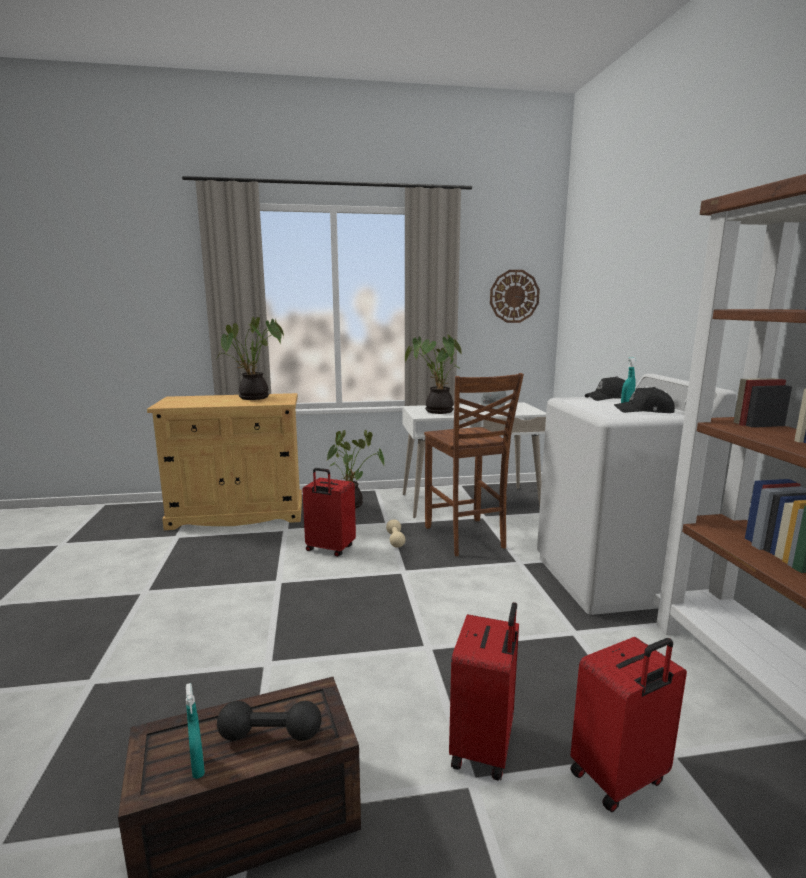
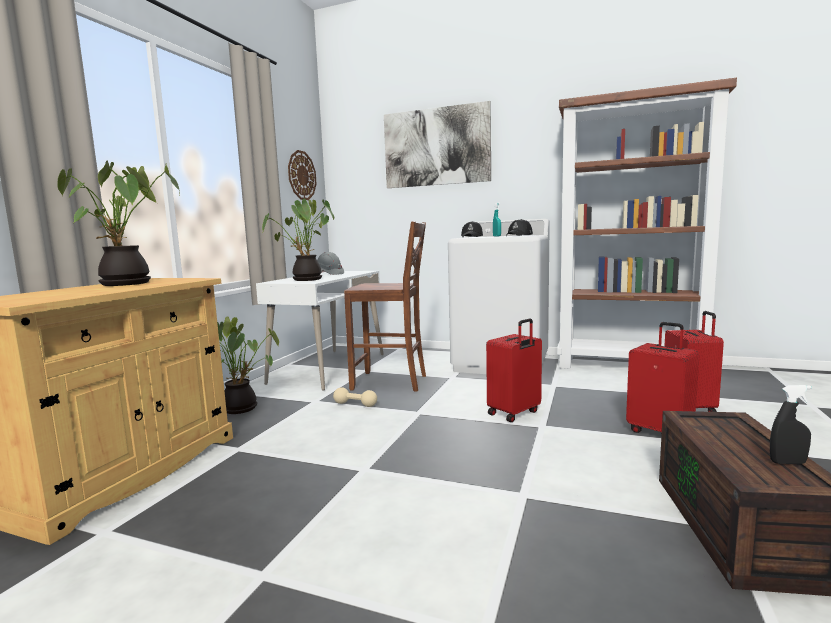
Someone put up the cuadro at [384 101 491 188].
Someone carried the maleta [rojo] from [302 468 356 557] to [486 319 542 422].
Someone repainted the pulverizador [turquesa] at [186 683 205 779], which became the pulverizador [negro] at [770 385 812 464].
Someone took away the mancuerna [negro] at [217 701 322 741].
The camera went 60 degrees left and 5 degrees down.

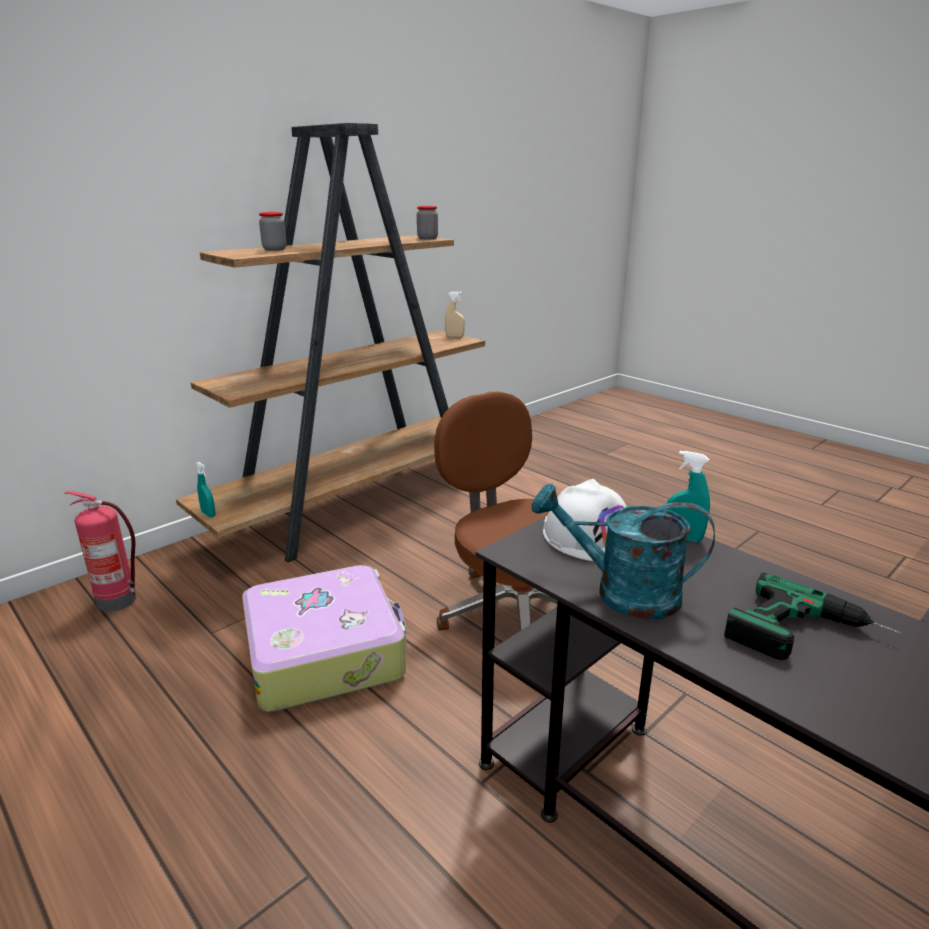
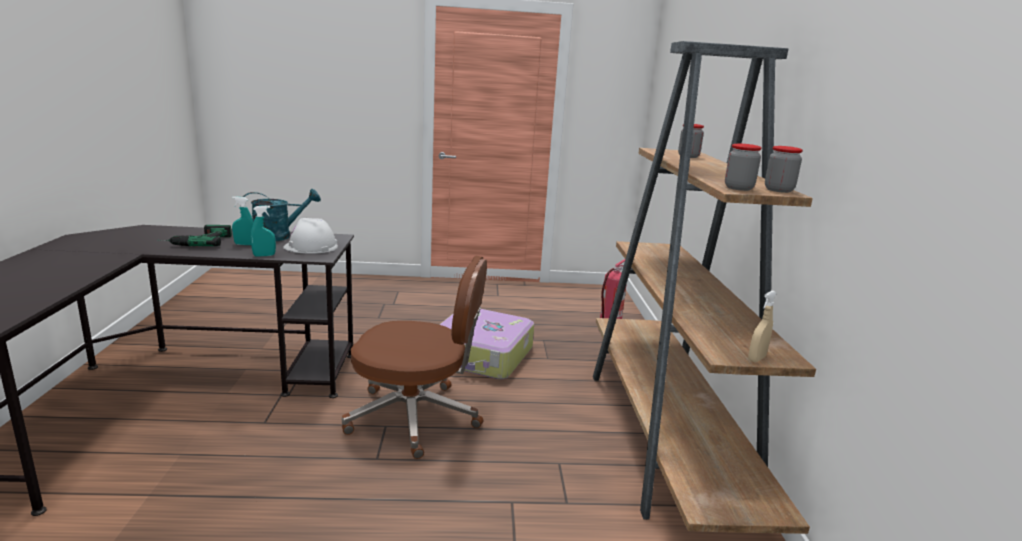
Someone carried the pulverizador [turquesa] from [196 462 215 517] to [232 196 253 245].
Someone put down the tarro at [765 146 803 193].
The camera went 130 degrees right and 5 degrees down.

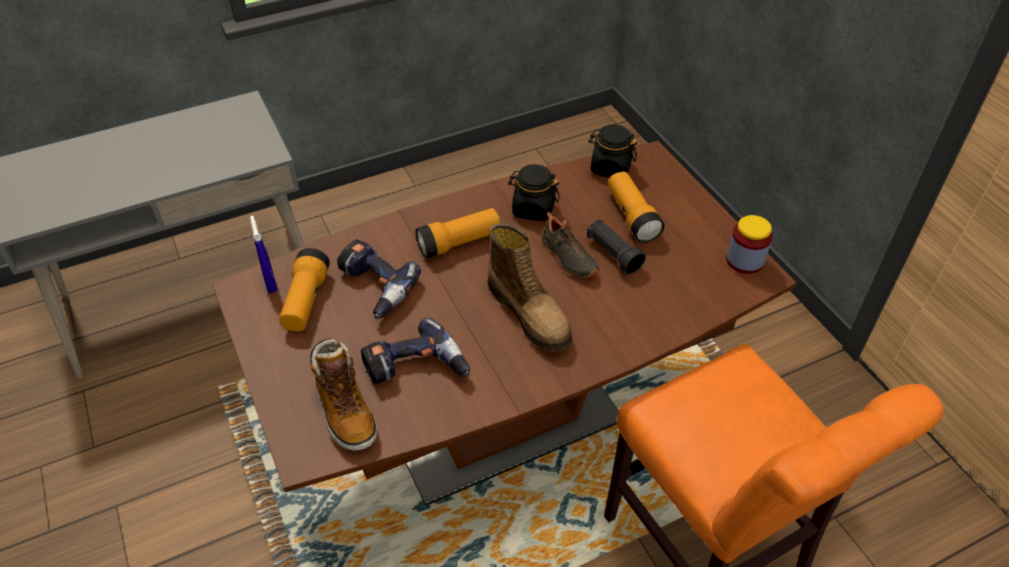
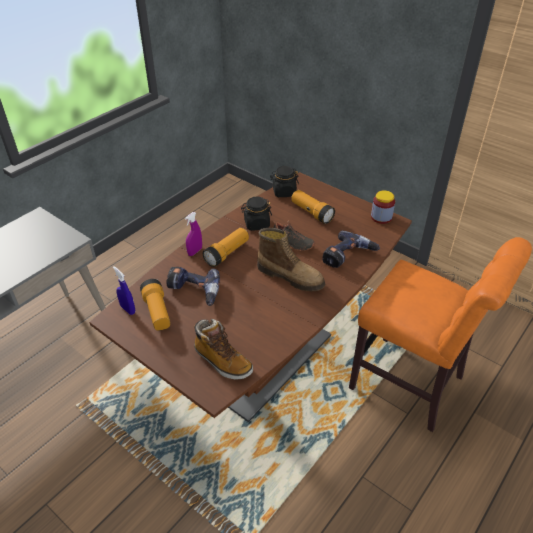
Someone put down the pulverizador [morado] at [185 212 202 256].
Someone carried the taladro from [361 317 470 384] to [322 231 380 268].
Someone took away the linterna [negro] at [587 220 646 275].
The camera went 25 degrees left and 5 degrees down.

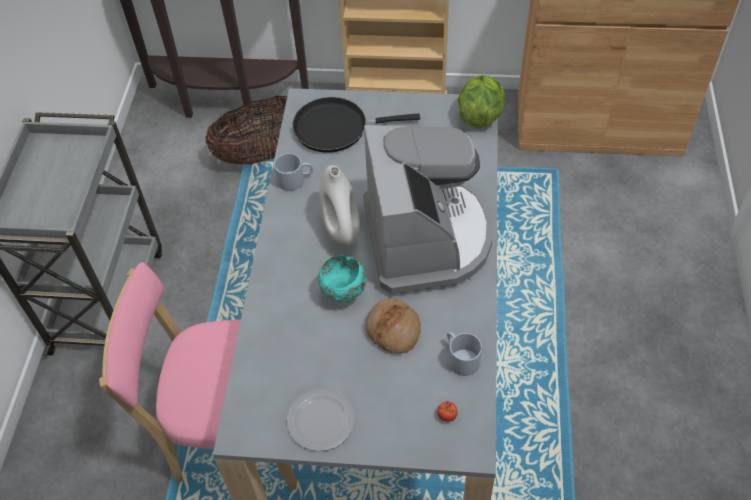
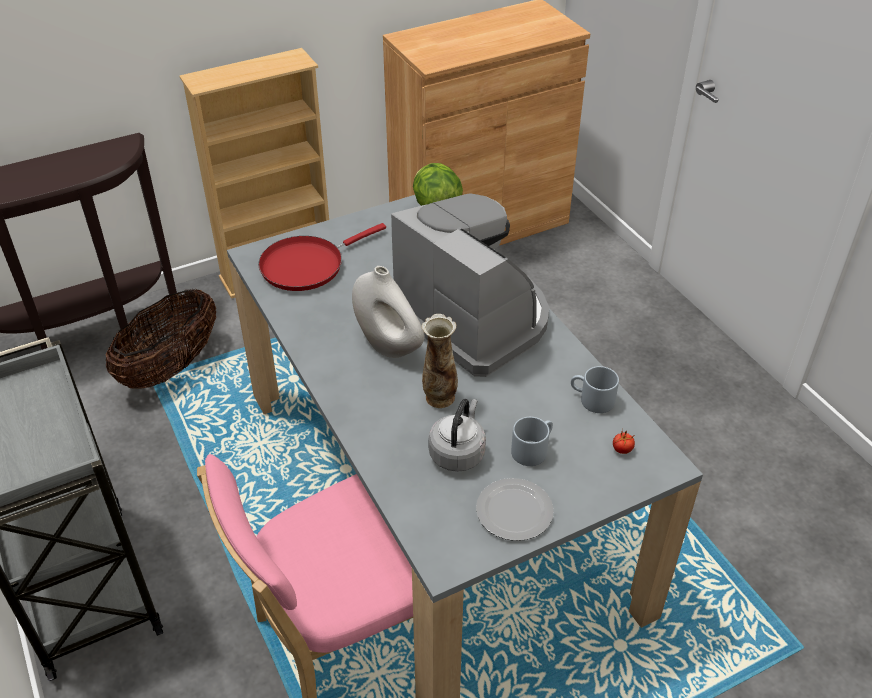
Someone repainted the sartén [negro] at [292 97 420 153], which became the sartén [rojo] at [258 223 386 291].
Someone swapped the cuenco [turquesa] at [318 256 367 302] for the florero at [422 314 458 408].
Someone put down the hervidor [gris] at [428 399 486 472].
Someone carried the taza grande [gris] from [274 153 313 191] to [511 417 553 466].
Someone took away the pan at [366 298 421 354].
The camera went 35 degrees left and 10 degrees down.

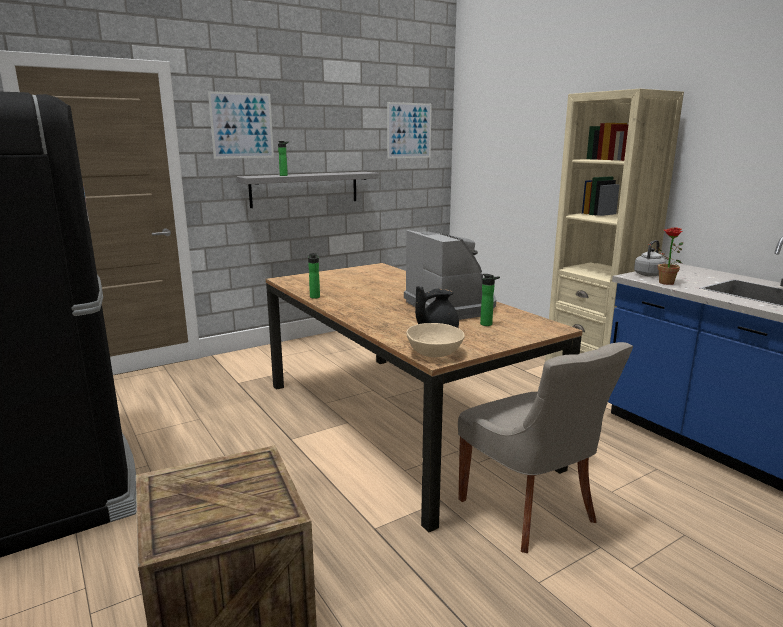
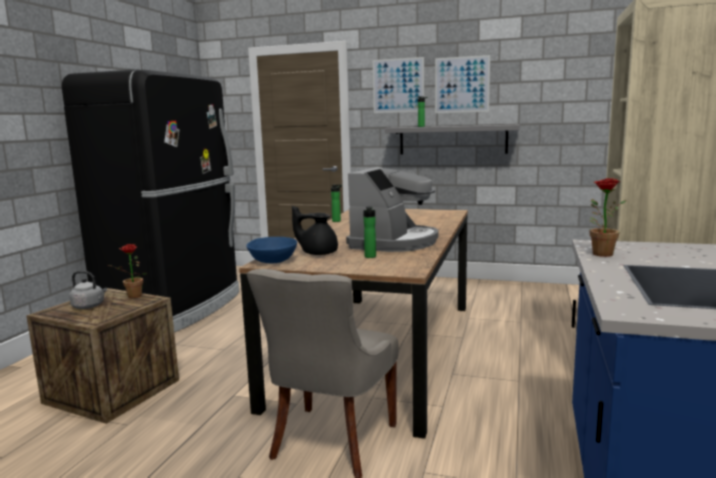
Someone carried the hervidor [gris] from [634 240 666 277] to [69 271 107 309].
Someone put down the planta en maceta at [108 244 147 298].
Someone repainted the cuenco [beis] at [406 323 465 358], which became the cuenco [azul] at [246 237 297 263].
Someone carried the cuadro from [387 102 432 159] to [435 55 490 113].
The camera went 50 degrees right and 5 degrees down.

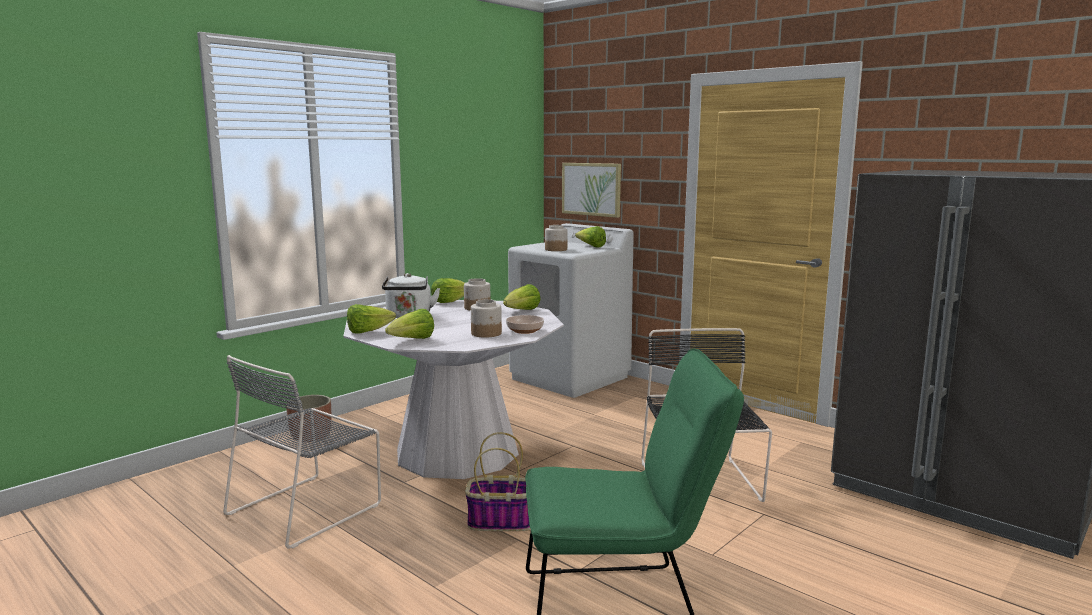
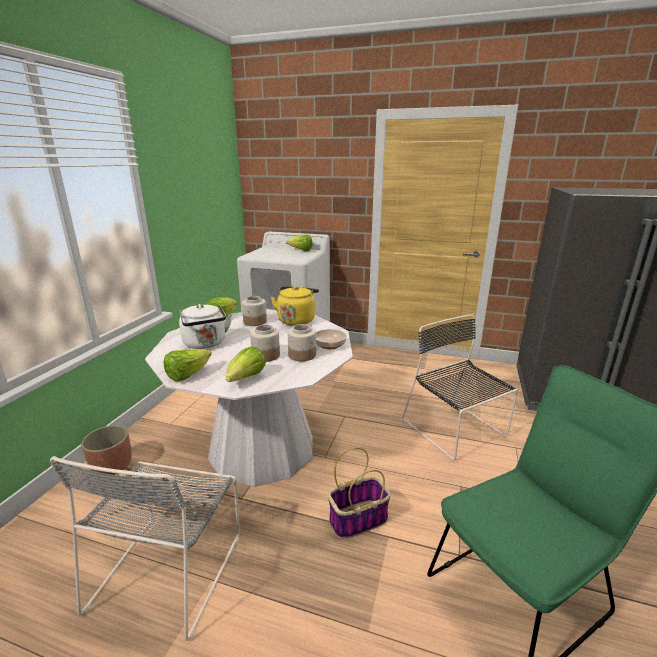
Someone carried the tarro from [545 225 567 251] to [250 324 280 362].
Someone swapped the lechuga at [503 284 541 310] for the hervidor [amarillo] at [271 286 319 326].
Someone took away the cuadro at [562 163 621 218].
The camera went 25 degrees left and 10 degrees up.

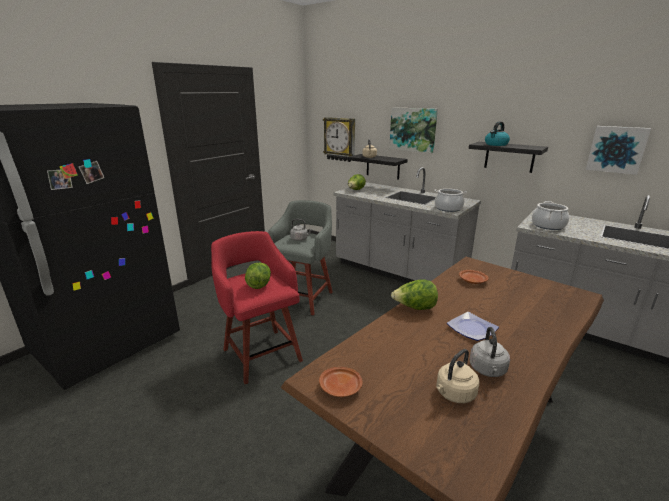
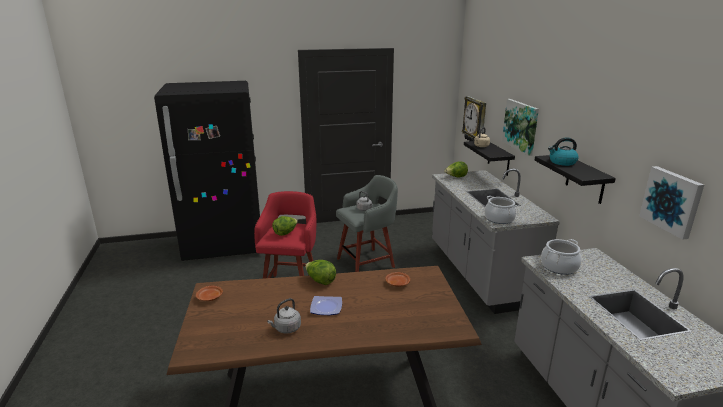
Someone took away the hervidor [beis] at [436 349 479 403].
The camera went 40 degrees right and 0 degrees up.

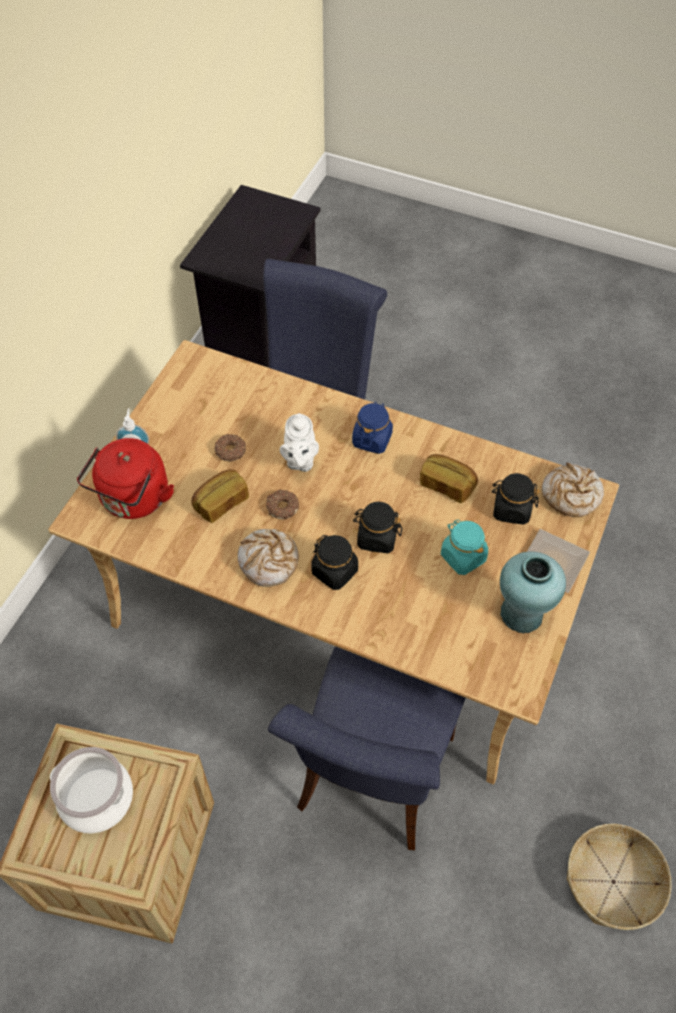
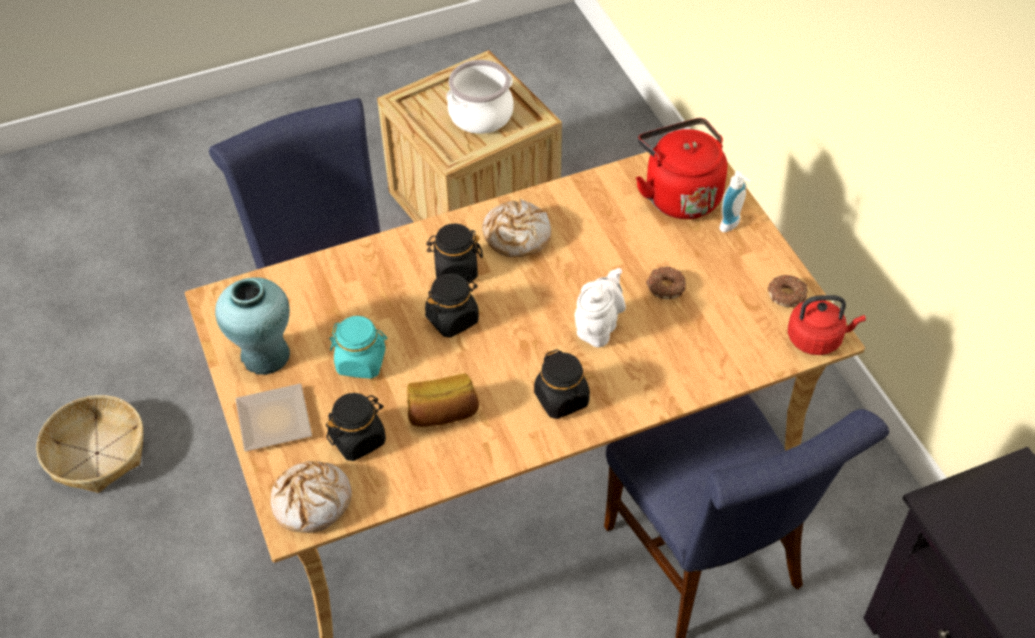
Someone repainted the tarro [azul] at [352 401 393 454], which became the tarro [negro] at [534 349 590 419].
Someone rotated the tetera [blanco] at [280 413 319 472] by 75 degrees clockwise.
Someone carried the rosquilla from [266 490 299 520] to [768 275 807 307].
Someone put down the hervidor [rojo] at [788 295 866 355].
Someone took away the pan at [191 469 249 523].
The camera went 135 degrees right and 5 degrees down.

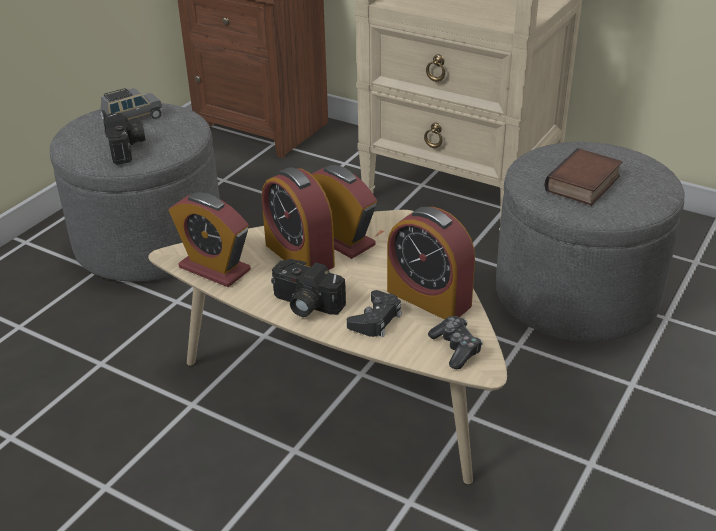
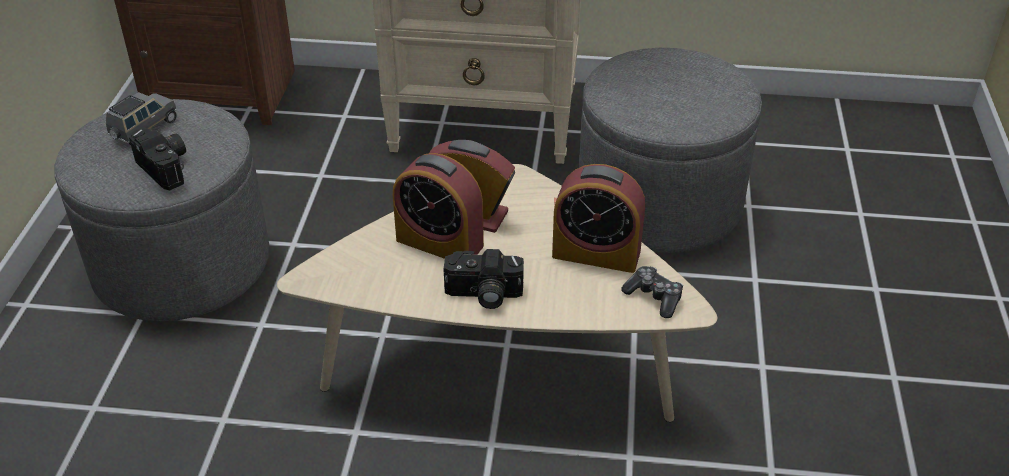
Someone took away the despertador at [169 192 251 287].
Someone took away the mando de consola [negro] at [347 290 402 337].
Someone took away the libro at [544 148 622 206].
The camera went 25 degrees left and 5 degrees up.

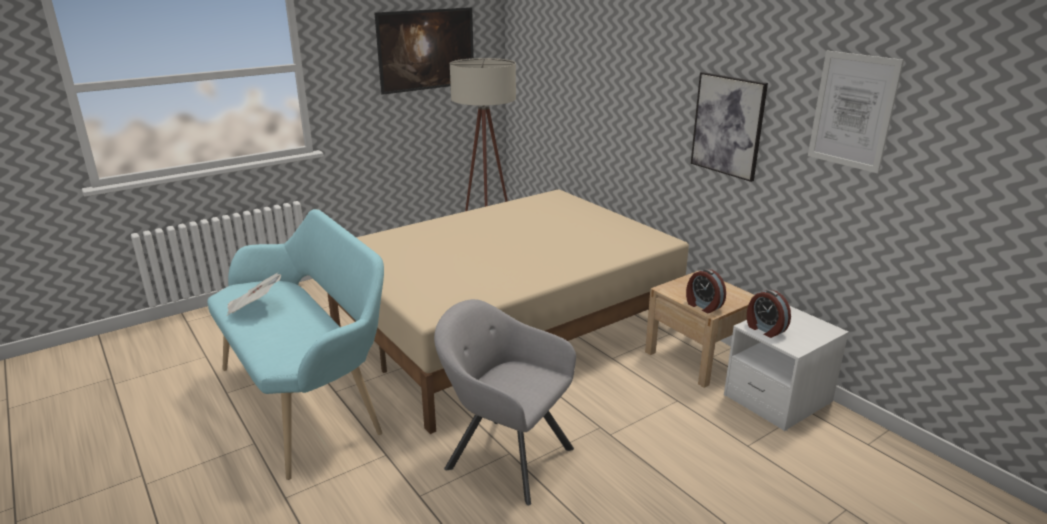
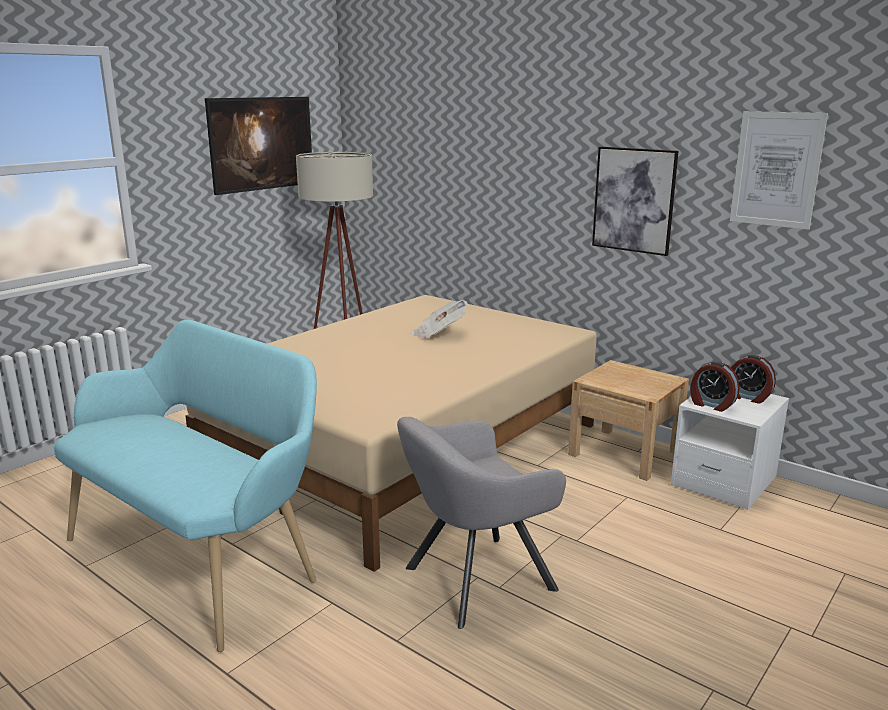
Someone rotated the sillón [gris] at [434 299 576 505] by 45 degrees counterclockwise.
Someone carried the periódico from [227 273 281 315] to [411 300 468 338].
Someone carried the despertador from [686 269 726 313] to [731 355 776 404].
The camera went 15 degrees left and 5 degrees down.

